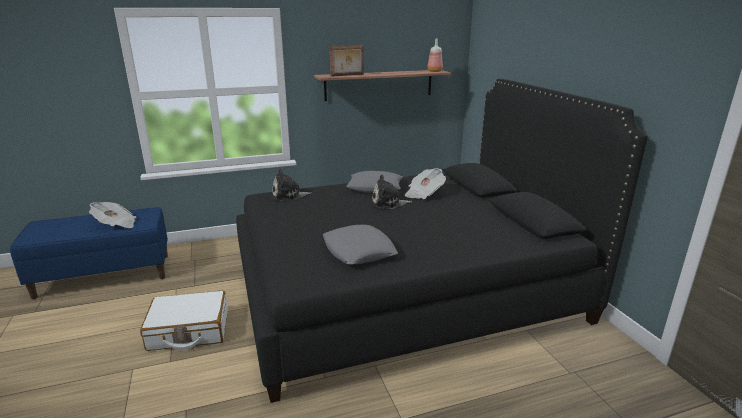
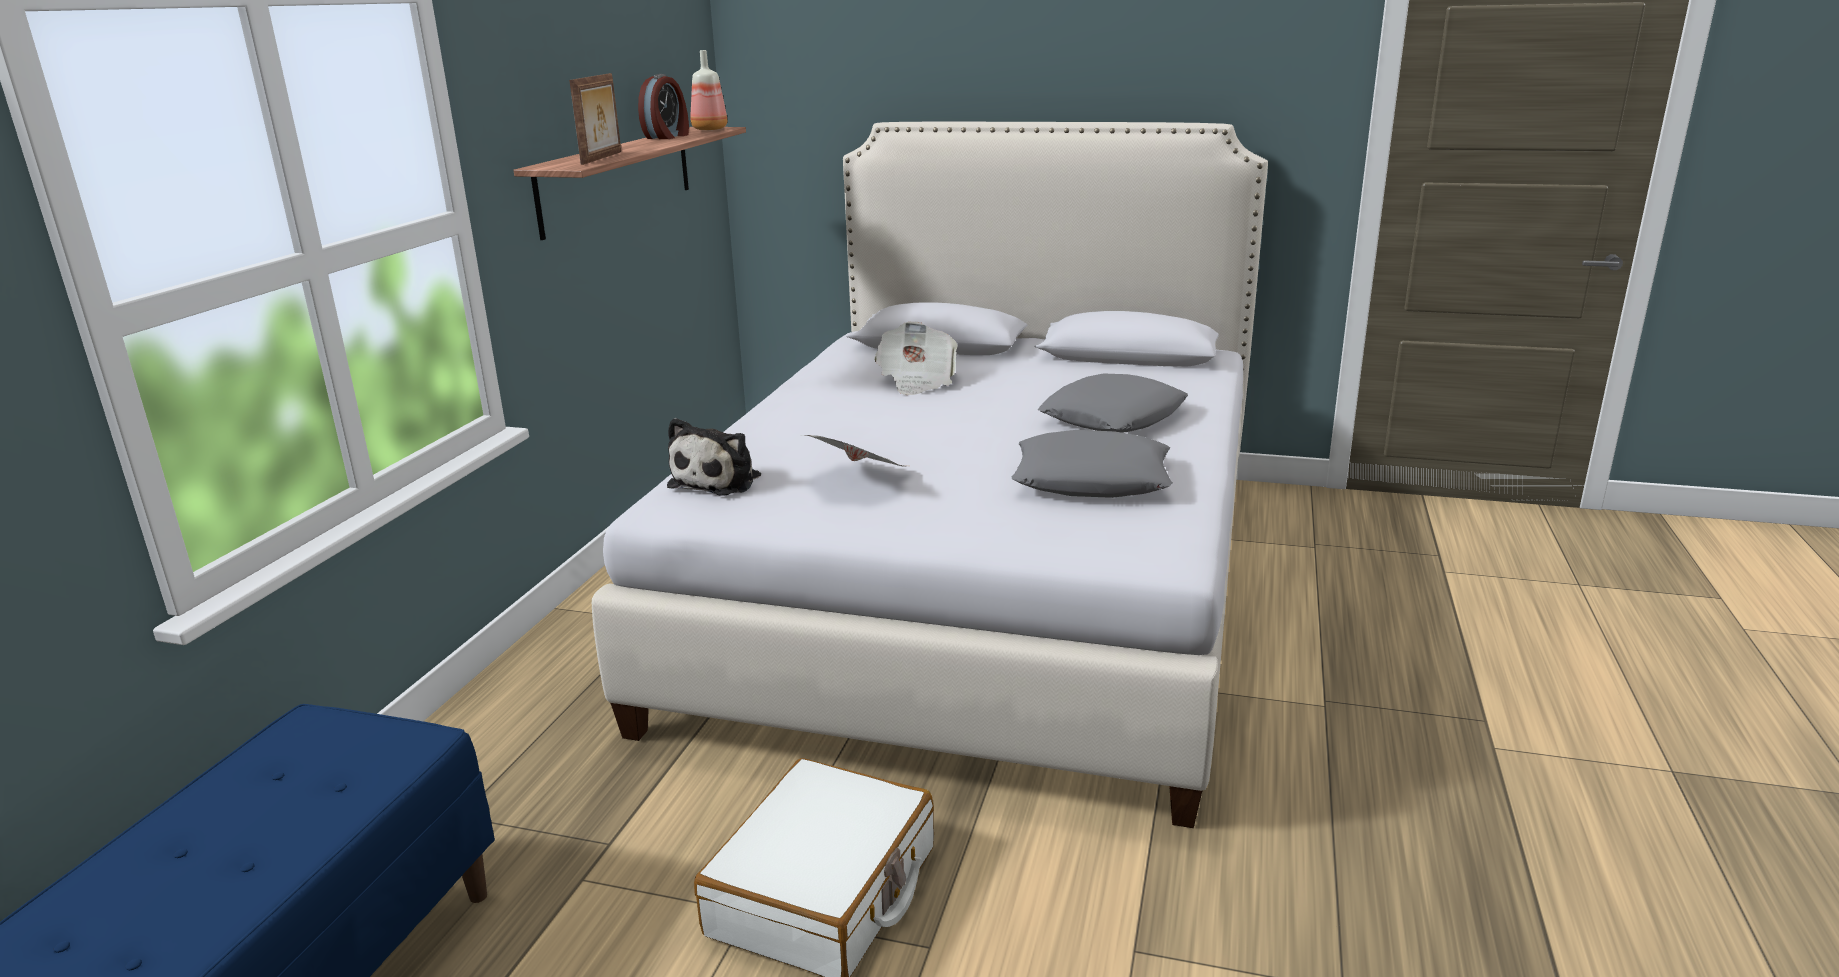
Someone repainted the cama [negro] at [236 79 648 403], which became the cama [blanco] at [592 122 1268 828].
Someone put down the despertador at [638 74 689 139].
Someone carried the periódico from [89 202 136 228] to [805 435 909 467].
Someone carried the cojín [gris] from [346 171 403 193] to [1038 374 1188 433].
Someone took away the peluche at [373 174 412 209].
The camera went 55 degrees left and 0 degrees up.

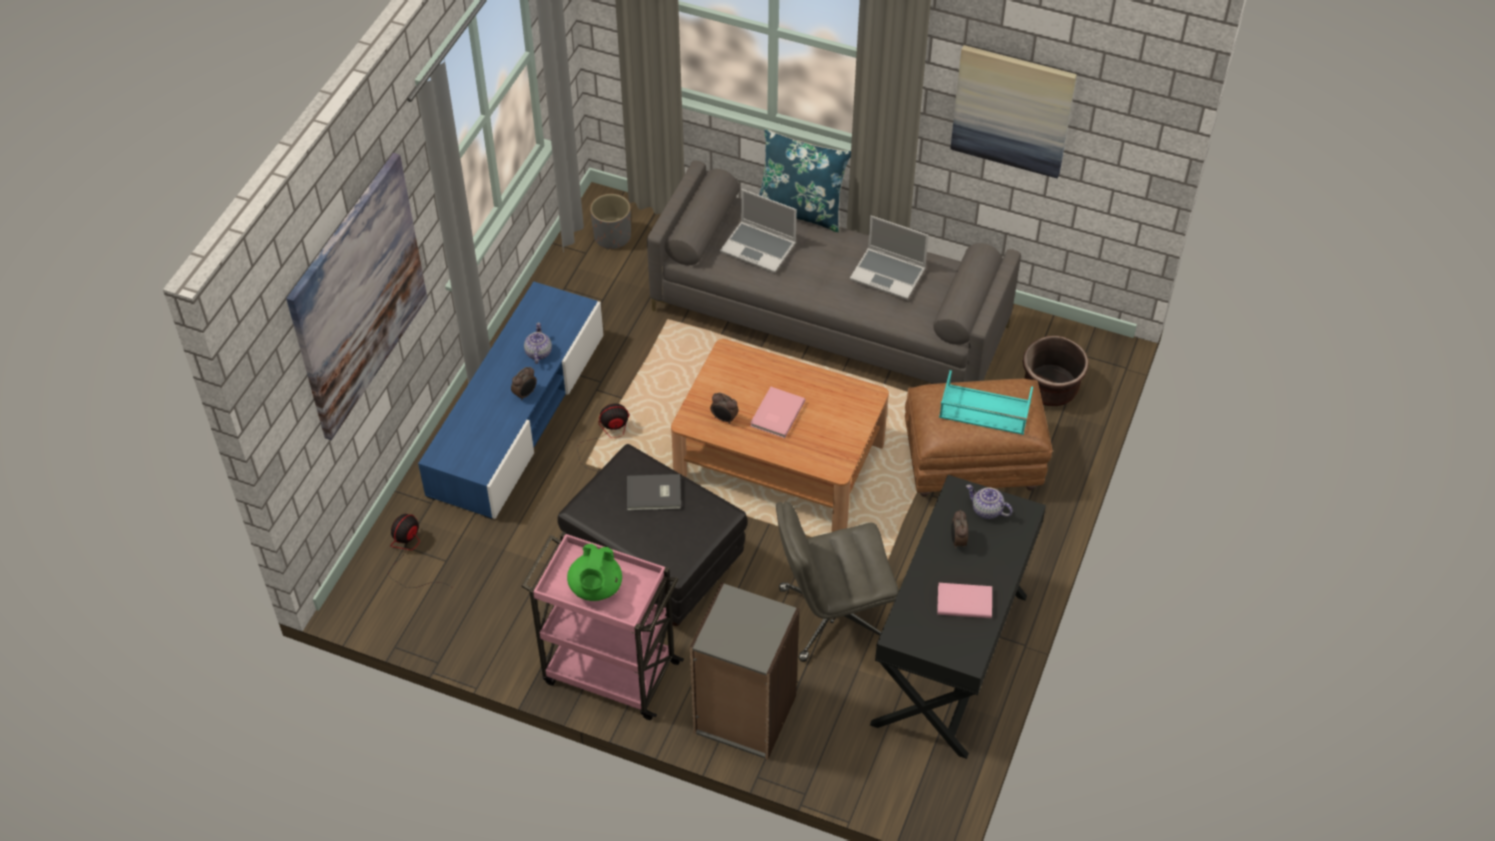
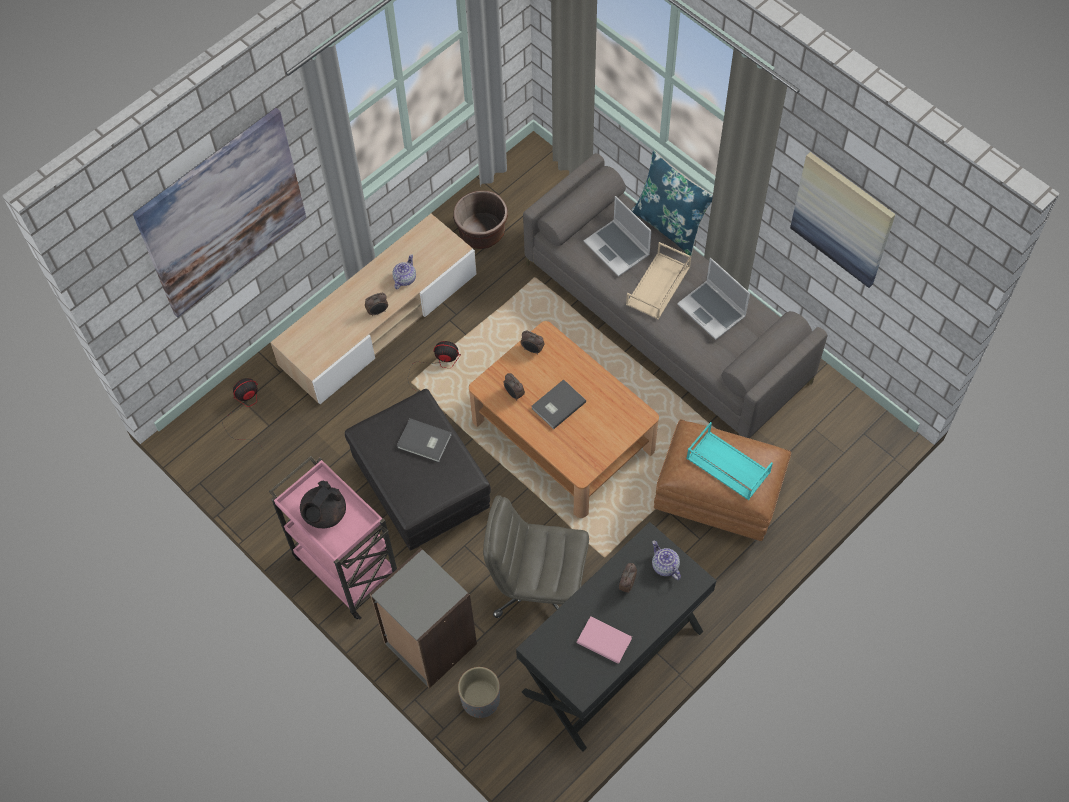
Someone repainted the mueble de televisión [azul] at [418 281 604 519], which became the mueble de televisión [beis] at [270 214 477 404].
Someone repainted the tetera [verde] at [567 544 622 601], which became the tetera [negro] at [300 481 346 528].
Someone carried the maceta [marrón] from [1023 336 1089 406] to [453 190 508 249].
Someone carried the maceta [gris] from [590 194 631 250] to [458 667 500 718].
Someone put down the despertador at [520 330 544 355].
Someone repainted the libro [rosa] at [750 387 805 438], which became the libro [gris] at [531 379 586 429].
Someone put down the bandeja [beis] at [626 242 692 320].
The camera went 25 degrees right and 10 degrees up.

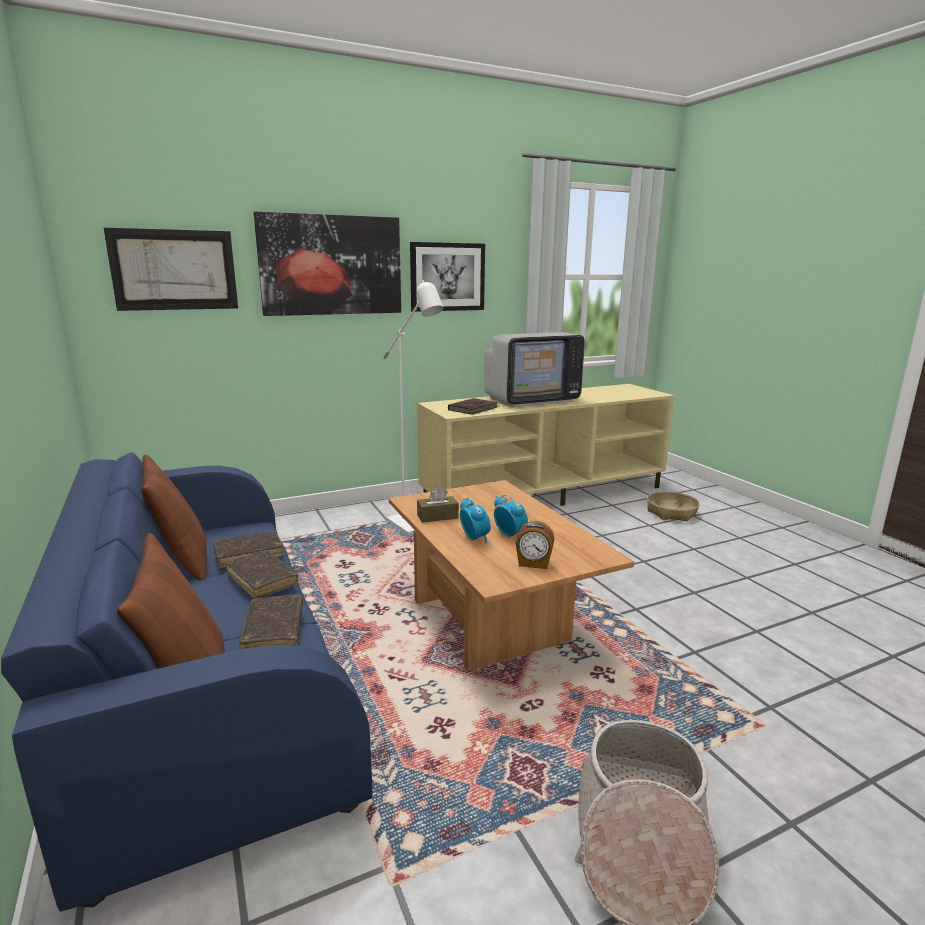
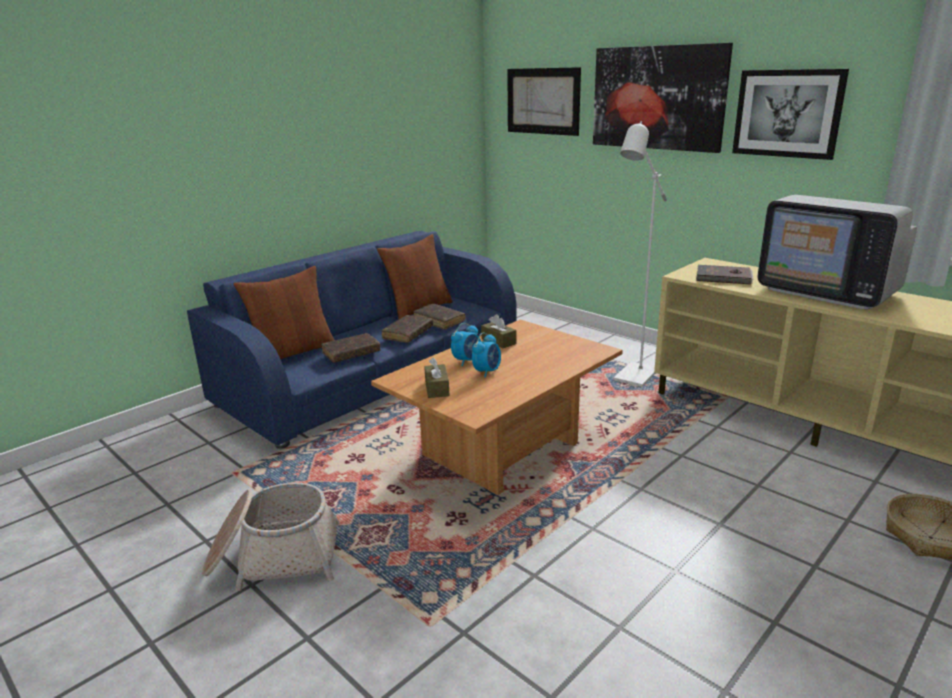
Someone swapped the despertador at [516 521 554 569] for the caja de pañuelos [marrón] at [424 357 450 398].
The camera went 70 degrees right and 5 degrees up.

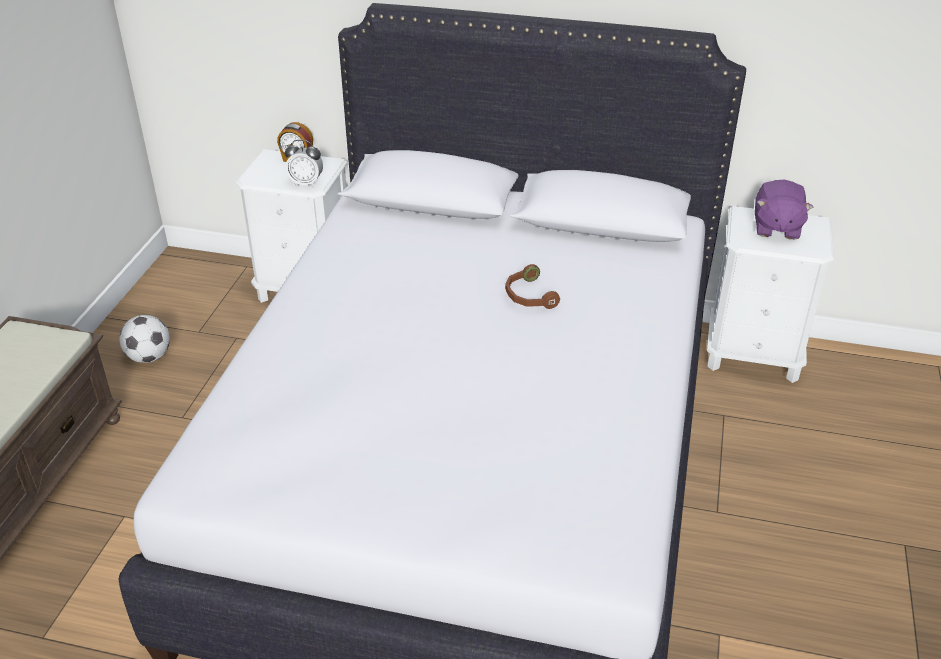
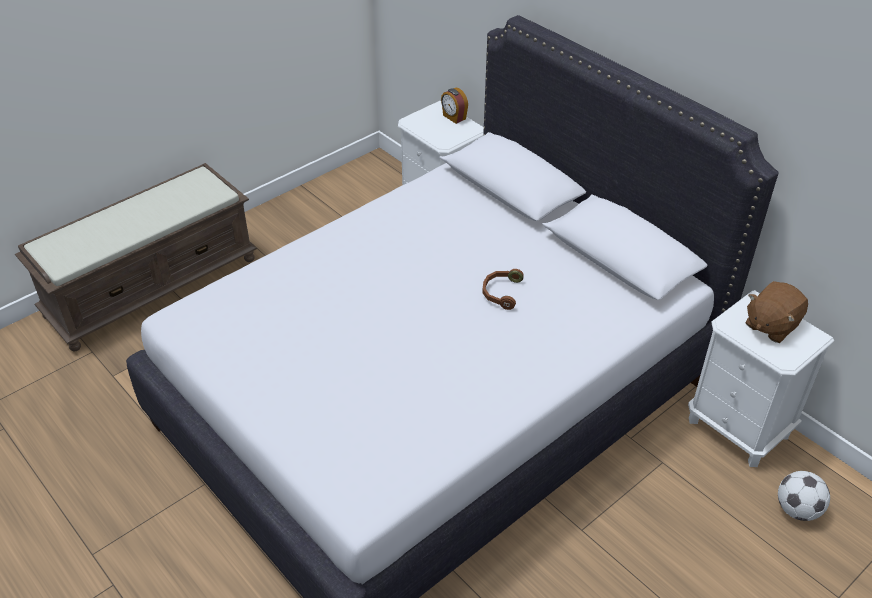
Someone repainted the peluche [morado] at [755 180 814 240], which became the peluche [marrón] at [745 281 808 343].
Someone carried the balón de fútbol from [119 315 170 363] to [778 471 830 521].
Someone took away the despertador at [285 140 323 187].
The camera went 35 degrees right and 5 degrees up.

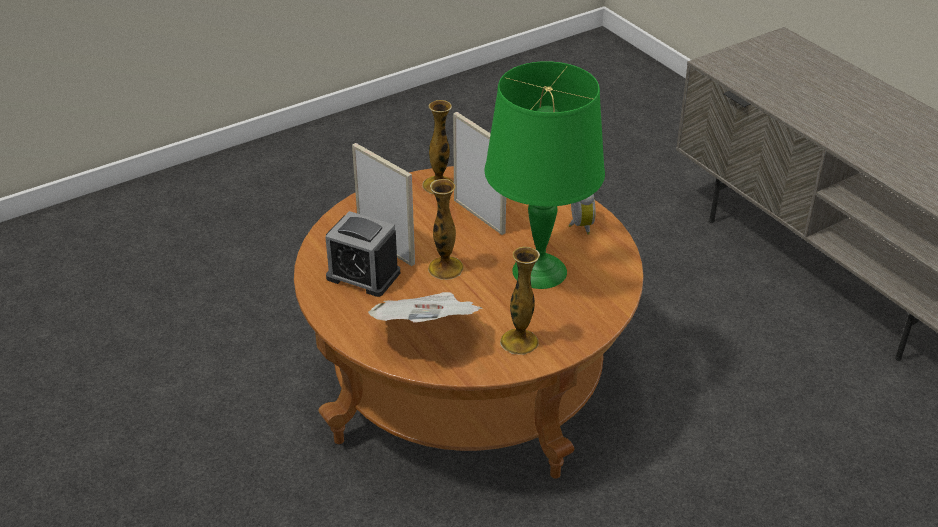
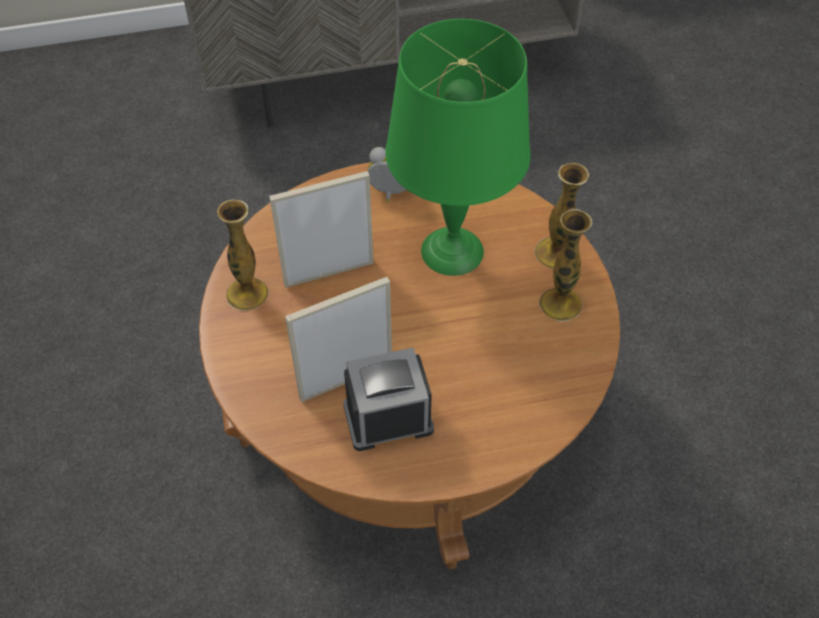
Someone rotated the despertador at [325 211 400 297] by 150 degrees counterclockwise.
Someone carried the florero from [428 179 464 280] to [535 163 589 269].
Someone took away the periódico at [368 292 482 323].
The camera went 70 degrees left and 15 degrees up.

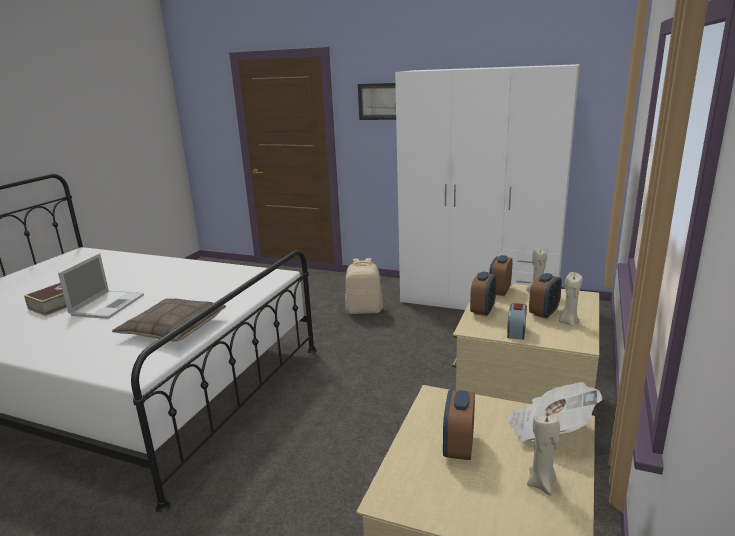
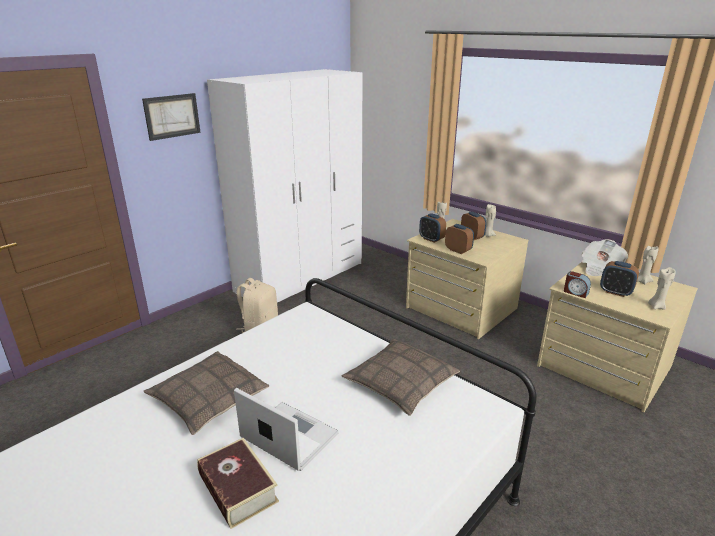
Someone put down the cojín at [144 351 269 435].
Someone carried the despertador from [507 303 527 340] to [564 271 591 298].
Someone put down the vela [beis] at [648 267 676 310].
The camera went 70 degrees left and 5 degrees up.

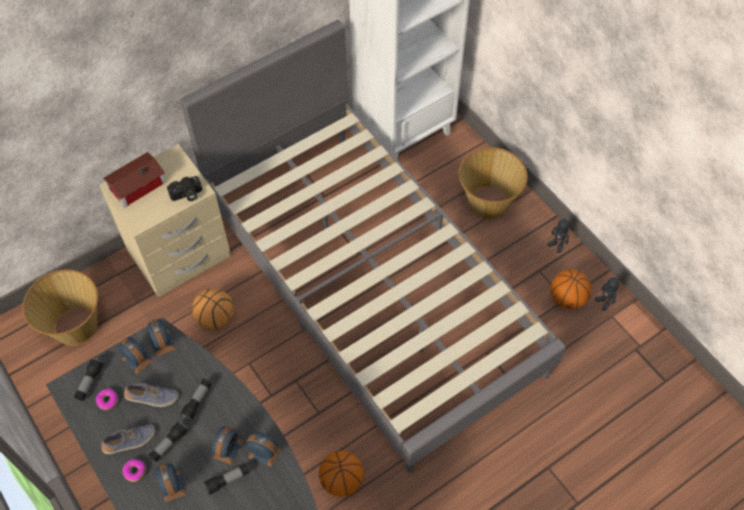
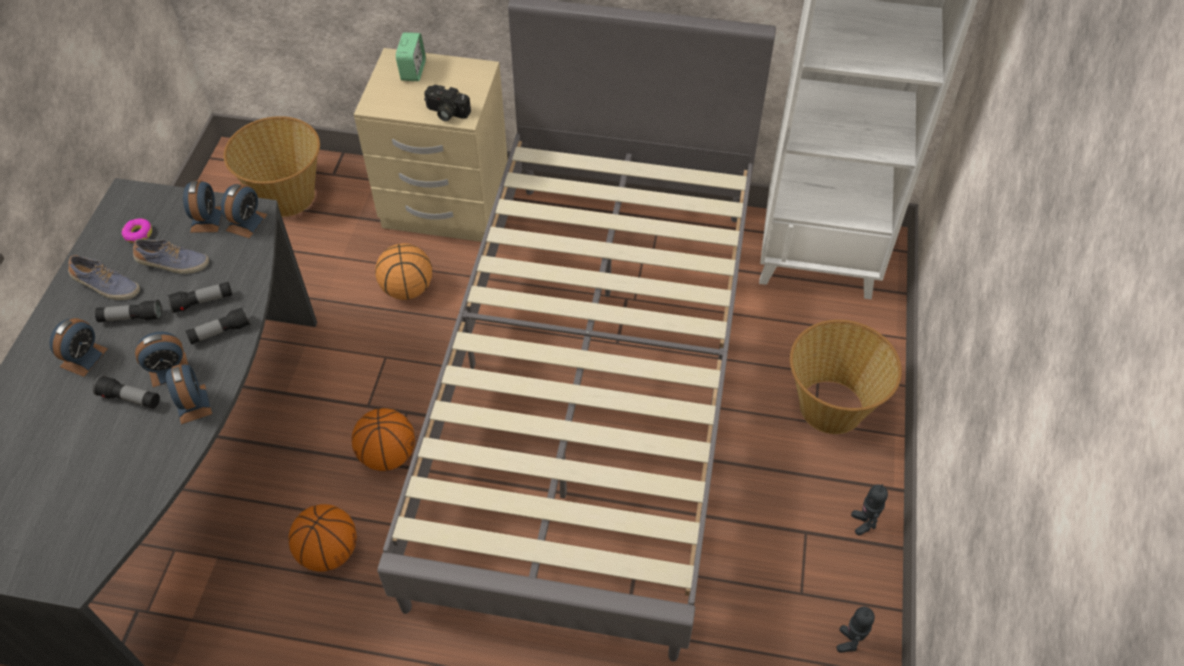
Someone rotated the zapato at [124 383 179 407] by 45 degrees counterclockwise.
Someone carried the linterna from [74 358 104 401] to [186 306 251 345].
Someone carried the balón de baloncesto from [550 269 592 310] to [352 408 415 471].
Someone swapped the casita at [103 152 166 208] for the despertador at [396 32 426 81].
Someone took away the rosquilla at [122 459 146 482].
The camera went 45 degrees right and 5 degrees down.

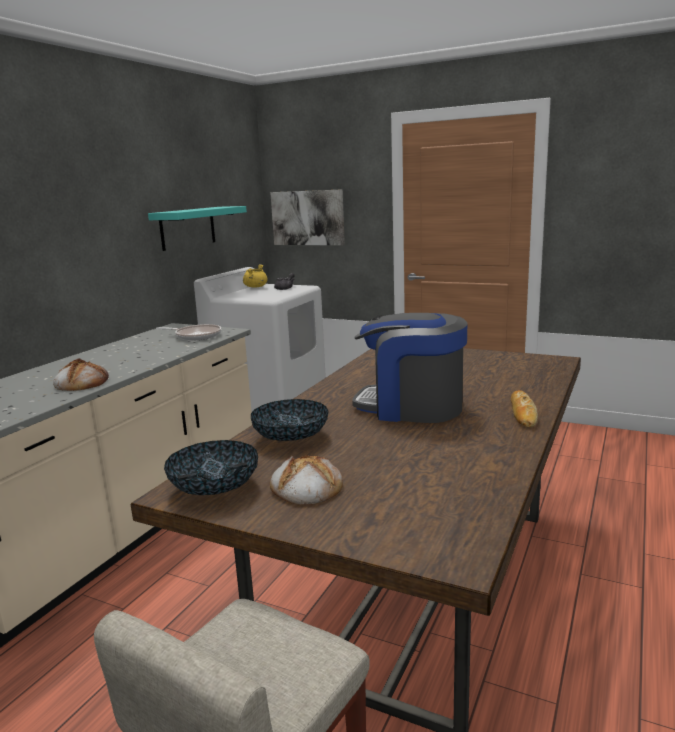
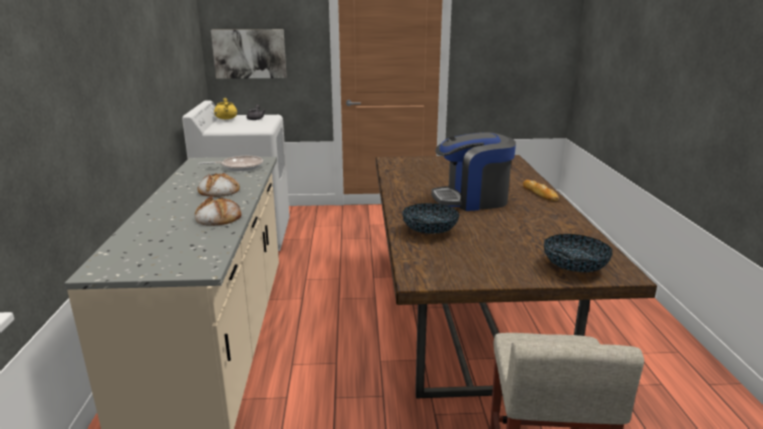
Someone carried the pan from [270 455 343 504] to [197 173 240 197].
Someone carried the cuenco from [164 440 258 495] to [544 234 612 272].
Someone took away the estante [turquesa] at [148 206 247 251].
The camera went 30 degrees left and 5 degrees up.

